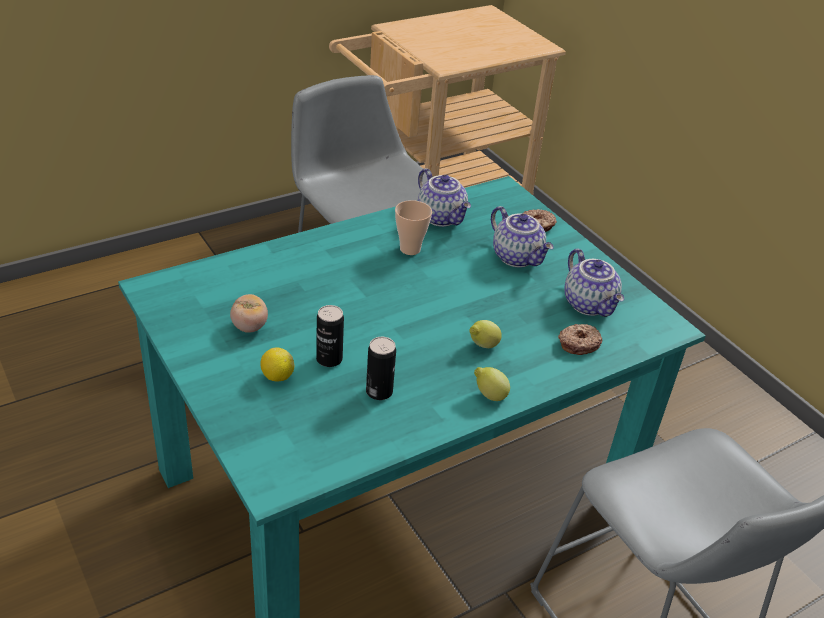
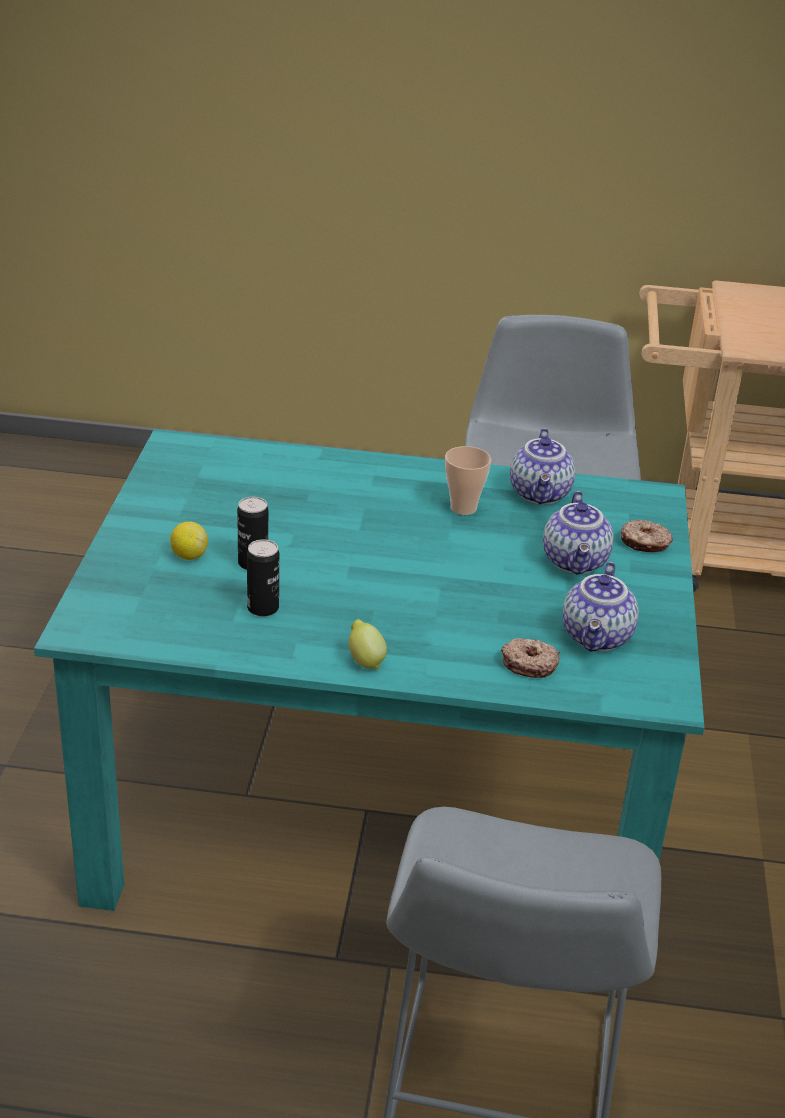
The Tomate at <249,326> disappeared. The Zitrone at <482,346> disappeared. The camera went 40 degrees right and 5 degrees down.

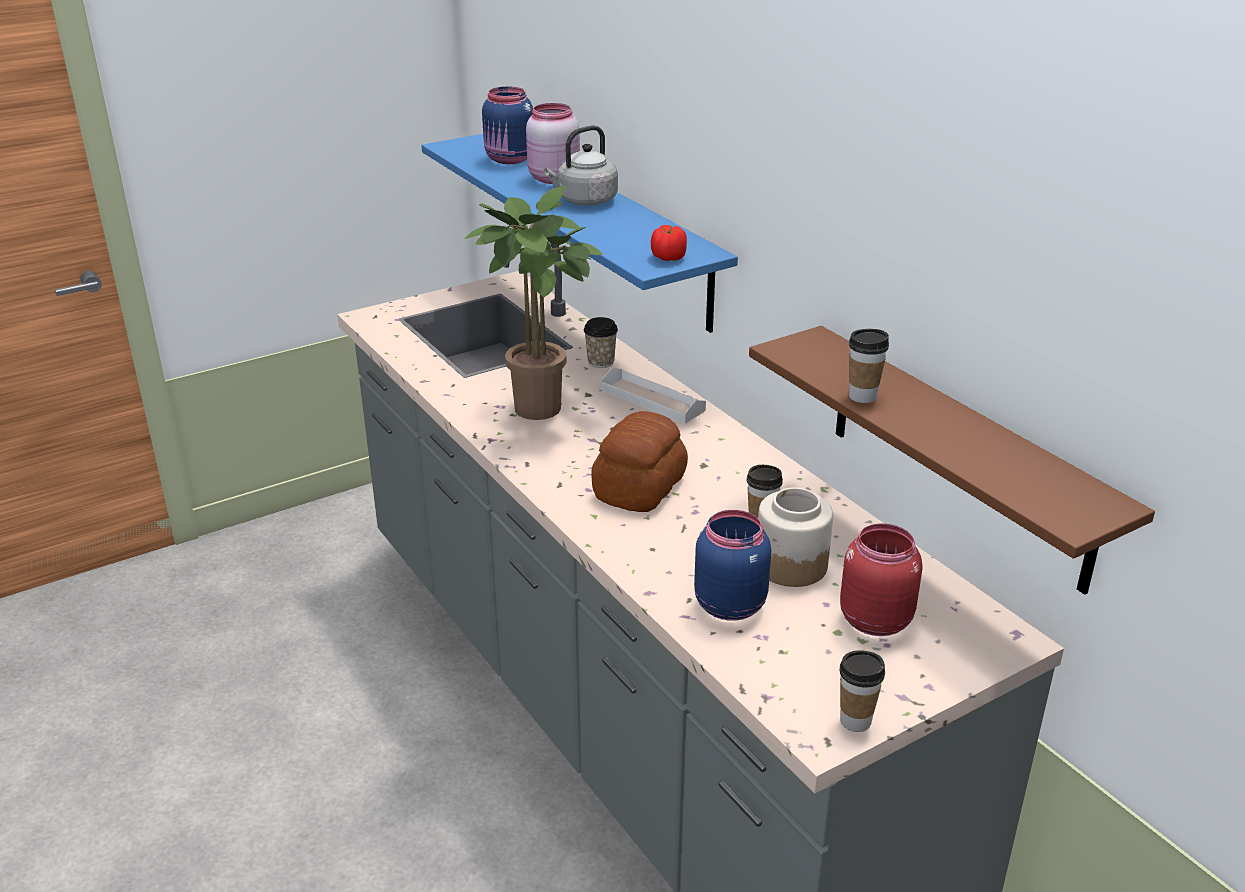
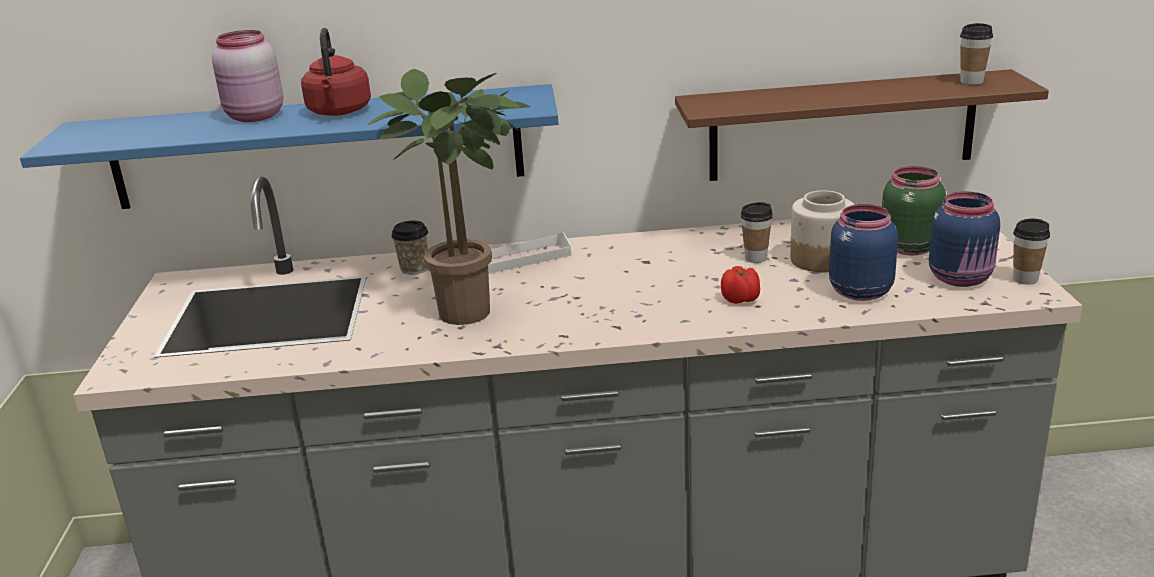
The Vorratsglas (blau) moved from <509,160> to <962,278>. The Wasserkessel (grau) at <584,201> became the Wasserkessel (rot) at <339,112>. The Tomate moved from <668,258> to <741,299>. The Tasse moved from <862,396> to <971,81>. The Brot at <641,487> disappeared. The Vorratsglas (rot) at <874,619> became the Vorratsglas (grün) at <907,248>. The camera went 60 degrees left and 5 degrees down.

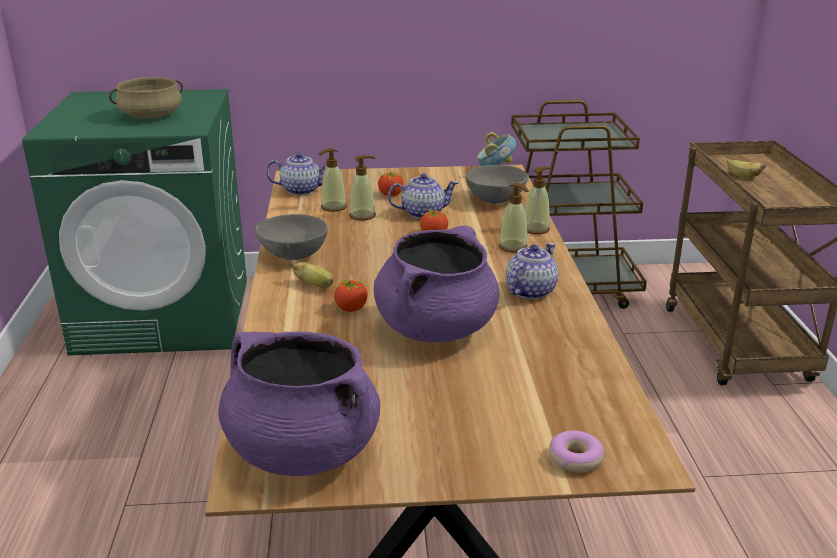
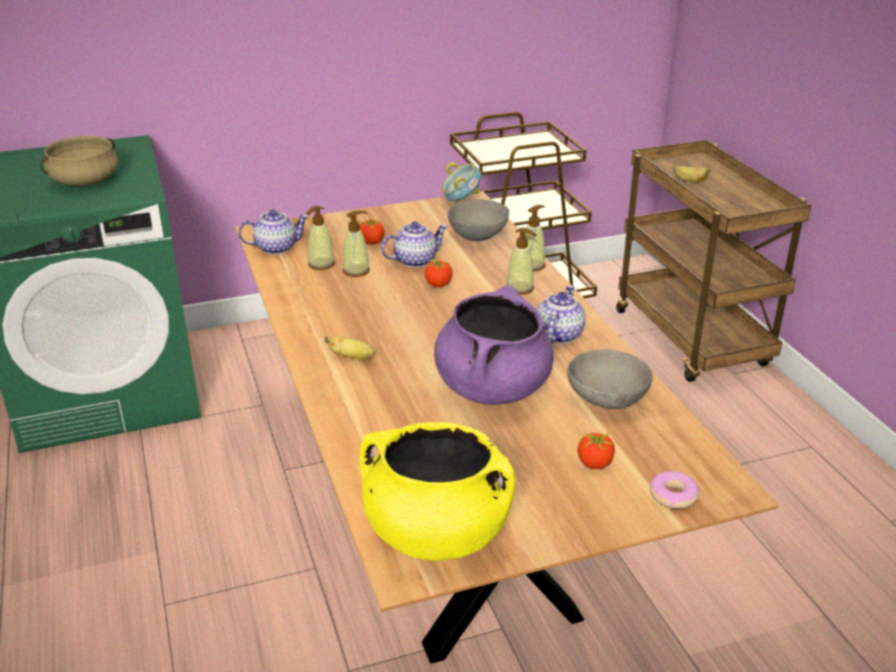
The Schüssel (grau) moved from <294,255> to <608,400>. The Tomate moved from <351,308> to <595,463>. The Kochtopf (lila) at <302,451> became the Kochtopf (gelb) at <436,533>. The camera went 15 degrees left and 5 degrees up.

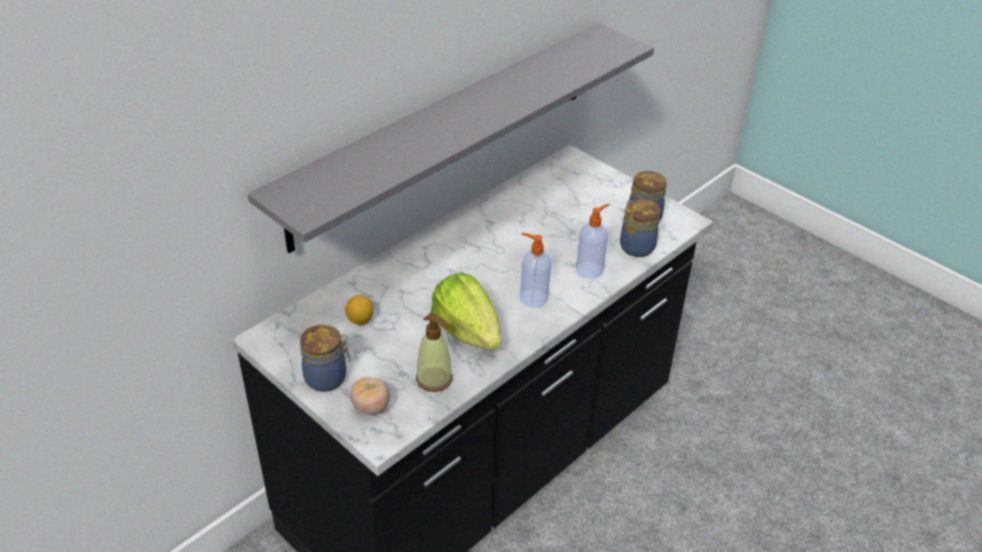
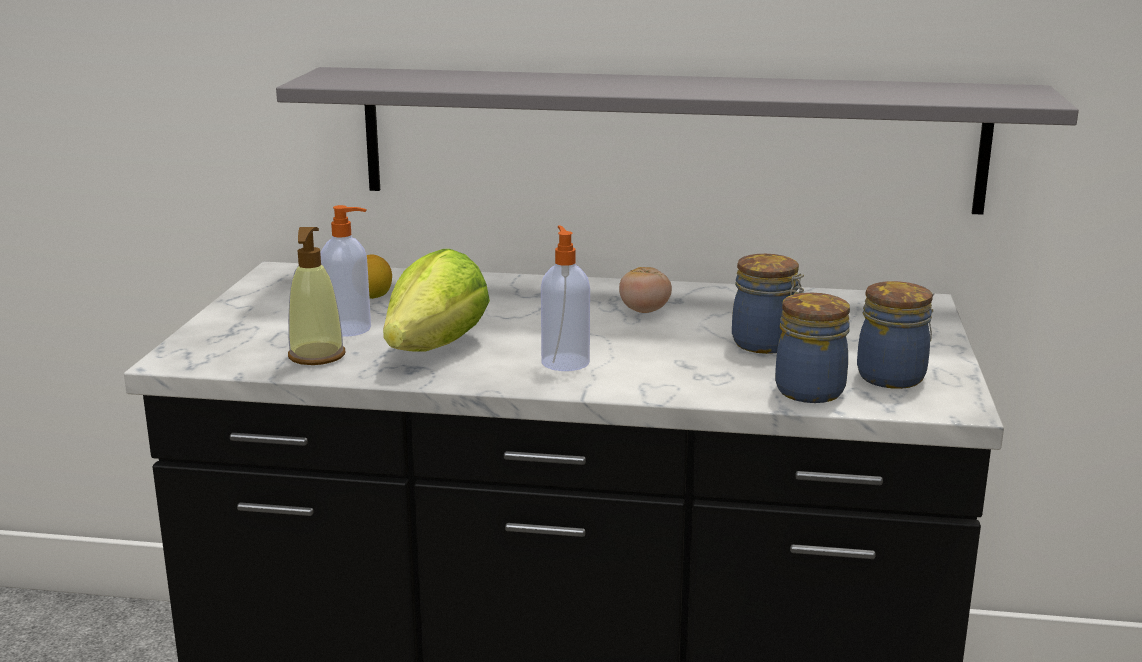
The Seifenspender moved from <590,269> to <350,329>. The Vorratsglas moved from <327,378> to <766,344>. The Tomate moved from <371,407> to <644,311>. The camera went 55 degrees right and 20 degrees down.

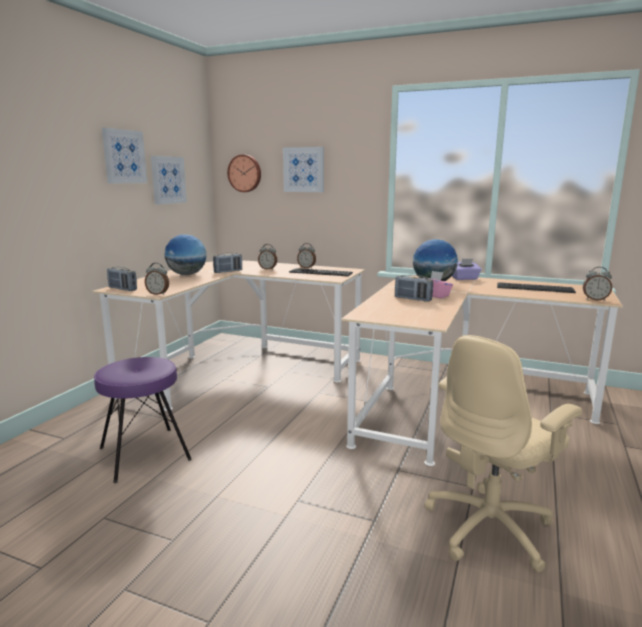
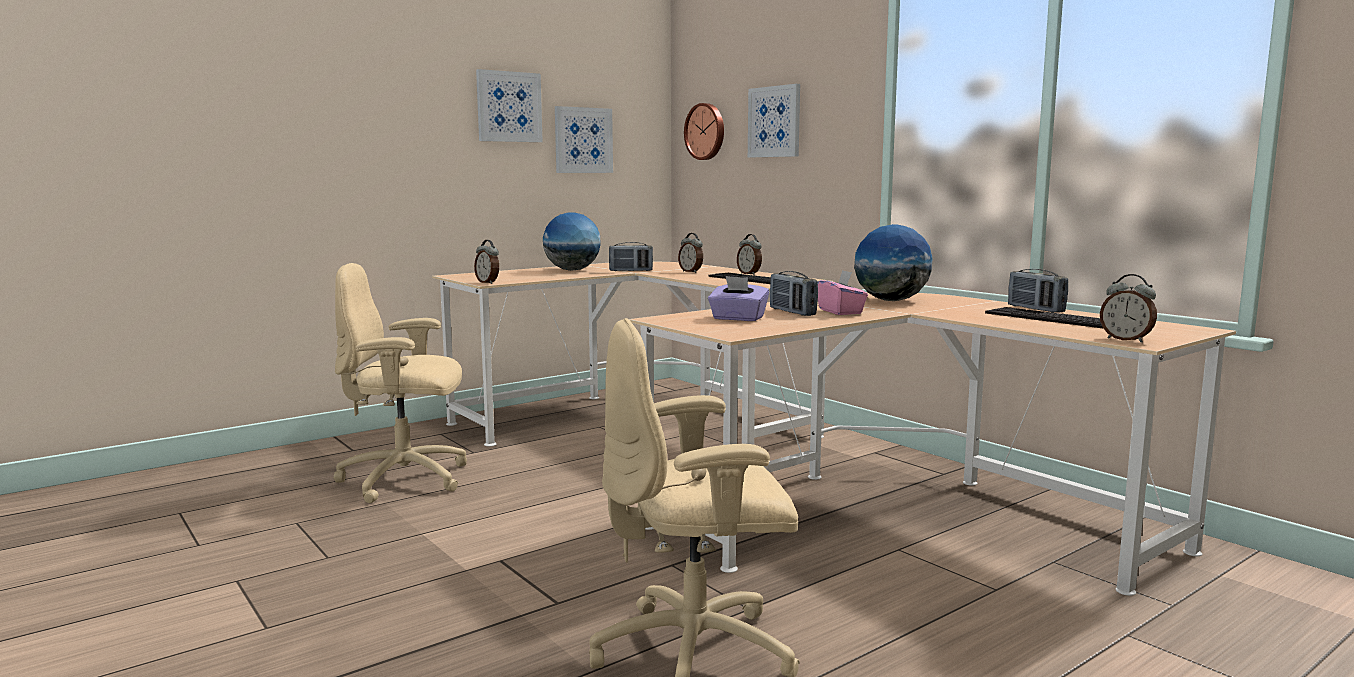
The Taschentuchbox (lila) moved from <465,278> to <738,318>. The Radio moved from <122,289> to <1035,309>. The Hocker (lila) at <144,453> was replaced by the Bürostuhl (beige) at <406,479>. The camera went 30 degrees right and 5 degrees down.

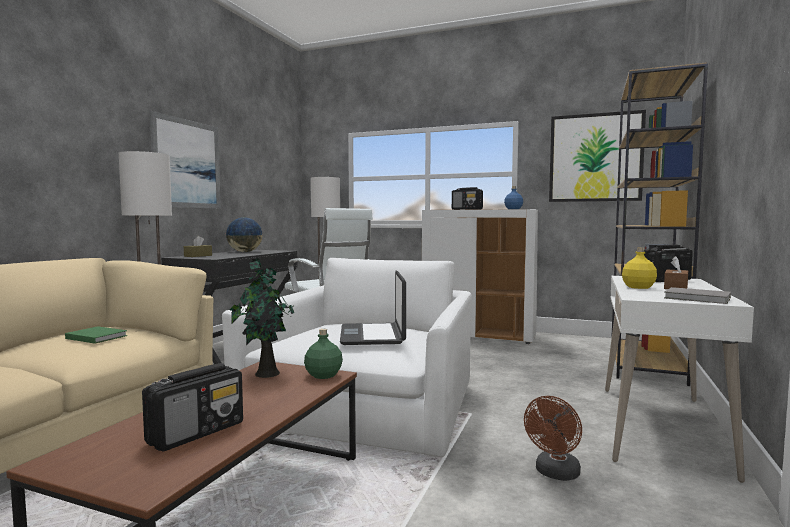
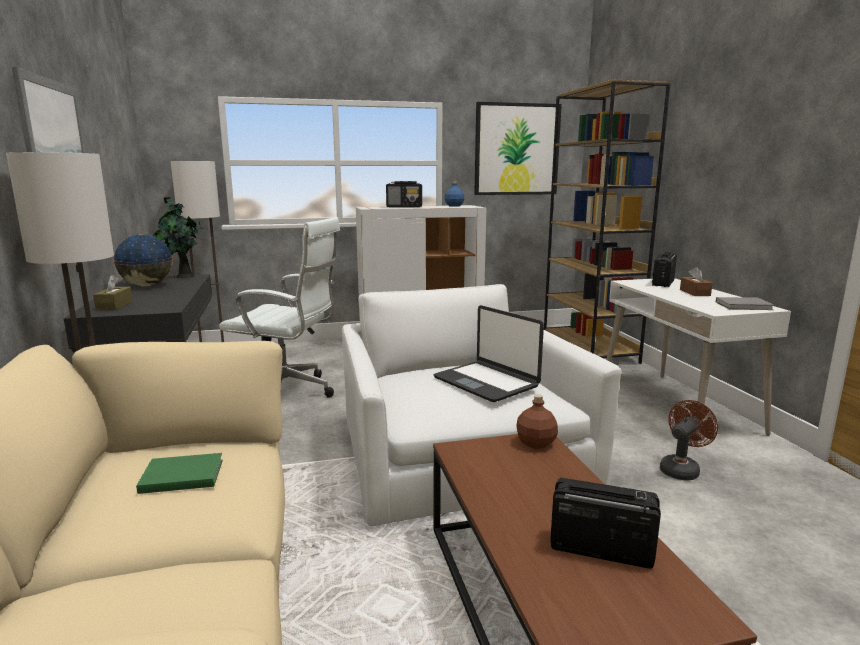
The Flasche (gelb) at <639,287> disappeared. The Topfpflanze moved from <265,373> to <183,276>. The Flasche (grün) at <324,375> became the Flasche (braun) at <536,443>. The Radio at <197,432> turned 75 degrees counterclockwise. The Ventilator (braun) at <555,474> turned 135 degrees counterclockwise. The camera went 35 degrees left and 10 degrees up.

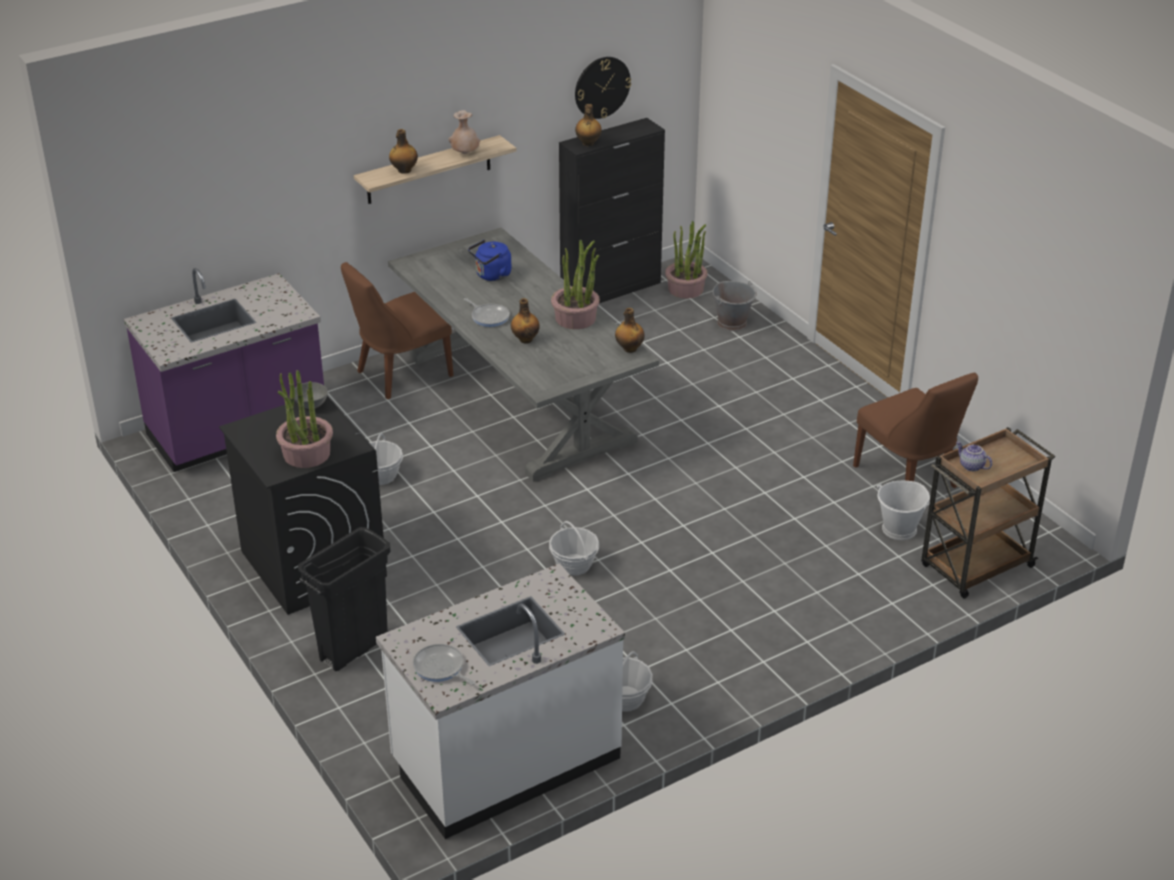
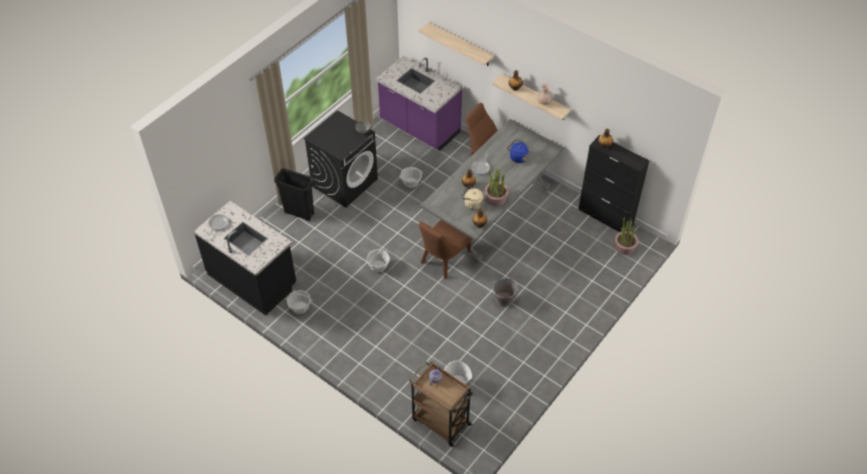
The Wanduhr at <602,87> disappeared. The Eimer (grau) moved from <732,323> to <504,300>. The Topfpflanze at <306,454> disappeared. The Stuhl (braun) moved from <908,479> to <443,260>. The Küchenzeile (weiß) at <505,760> became the Küchenzeile (schwarz) at <252,279>. The Wandregal at <460,45> appeared. The Wasserkessel (beige) at <472,204> appeared. The camera went 70 degrees right and 15 degrees up.

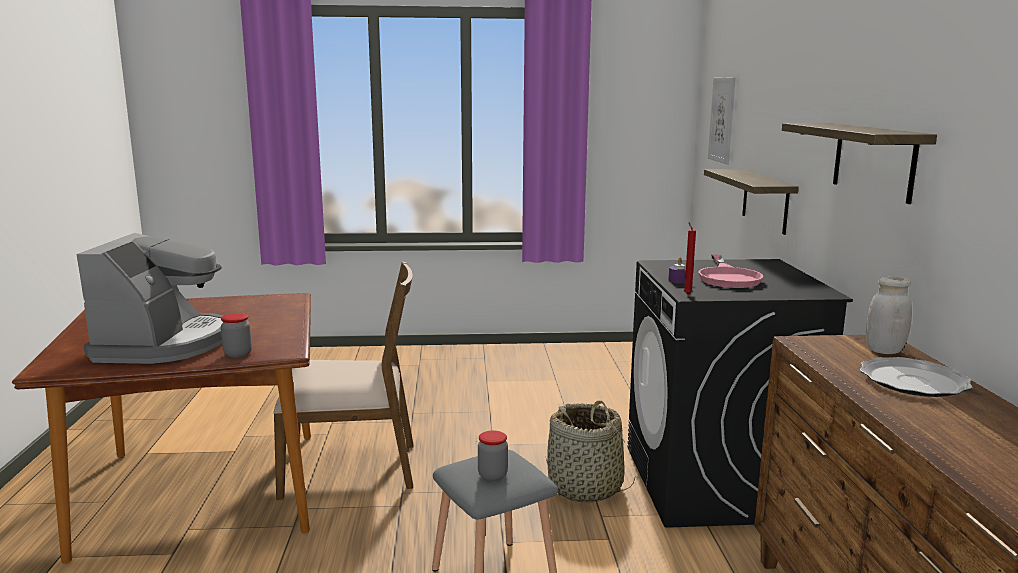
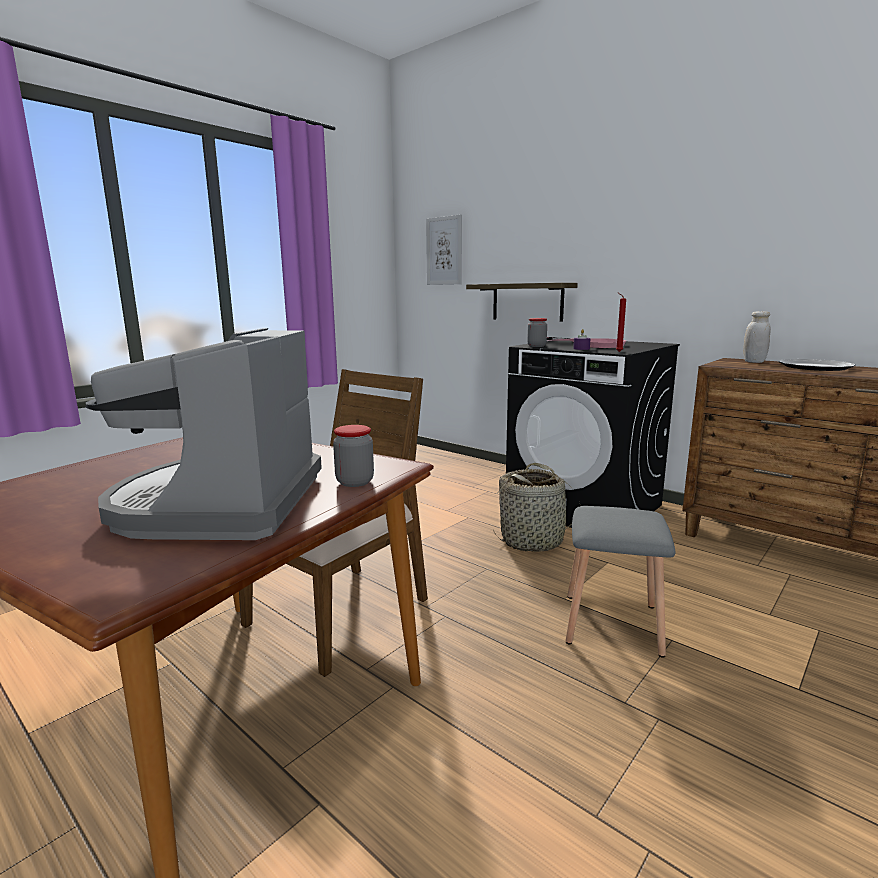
The Wandregal at <873,160> disappeared. The Kaffeemaschine at <165,344> turned 135 degrees counterclockwise. The Vorratsglas moved from <492,475> to <536,346>. The camera went 45 degrees left and 0 degrees up.

